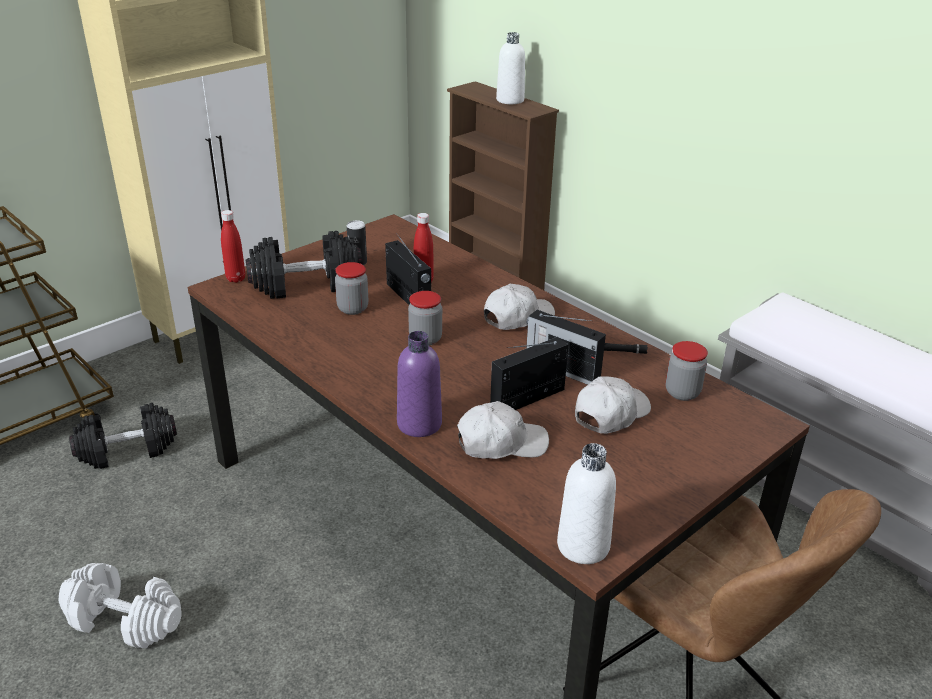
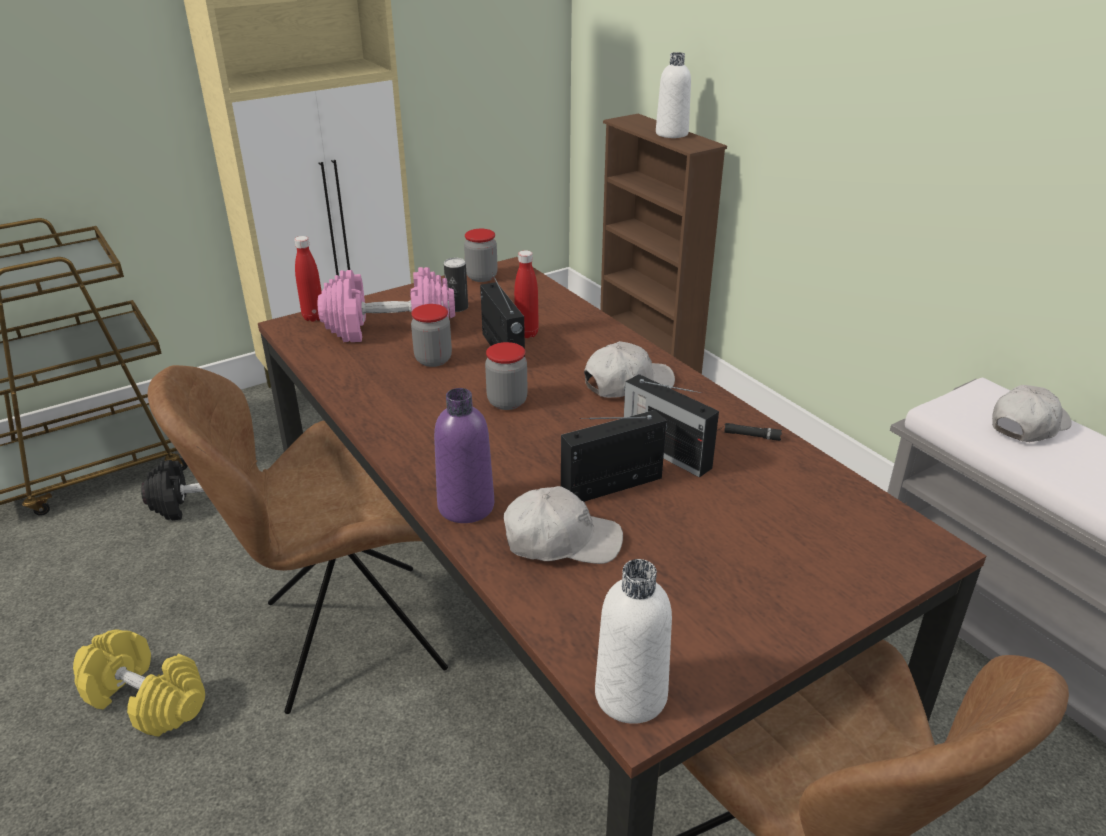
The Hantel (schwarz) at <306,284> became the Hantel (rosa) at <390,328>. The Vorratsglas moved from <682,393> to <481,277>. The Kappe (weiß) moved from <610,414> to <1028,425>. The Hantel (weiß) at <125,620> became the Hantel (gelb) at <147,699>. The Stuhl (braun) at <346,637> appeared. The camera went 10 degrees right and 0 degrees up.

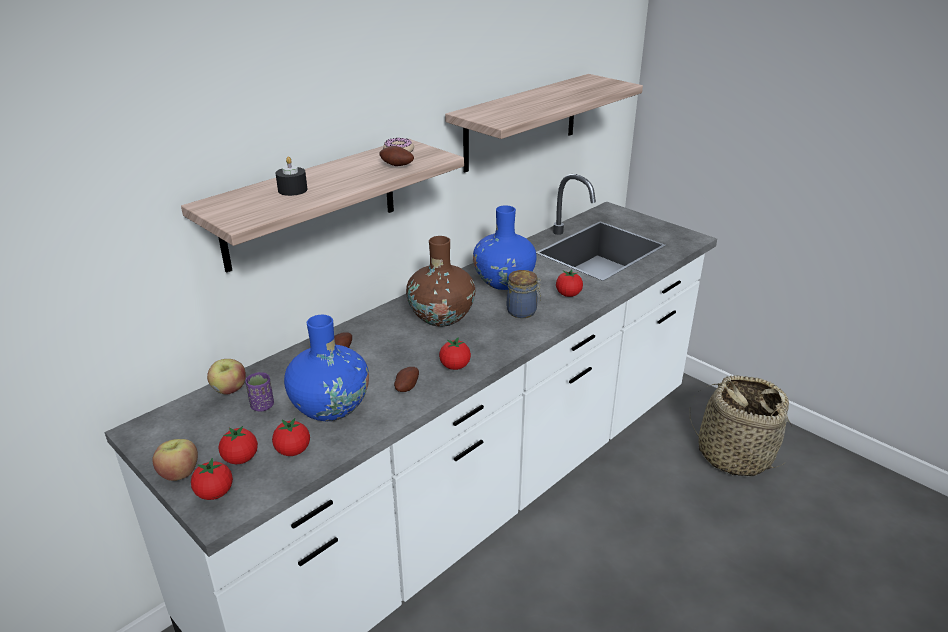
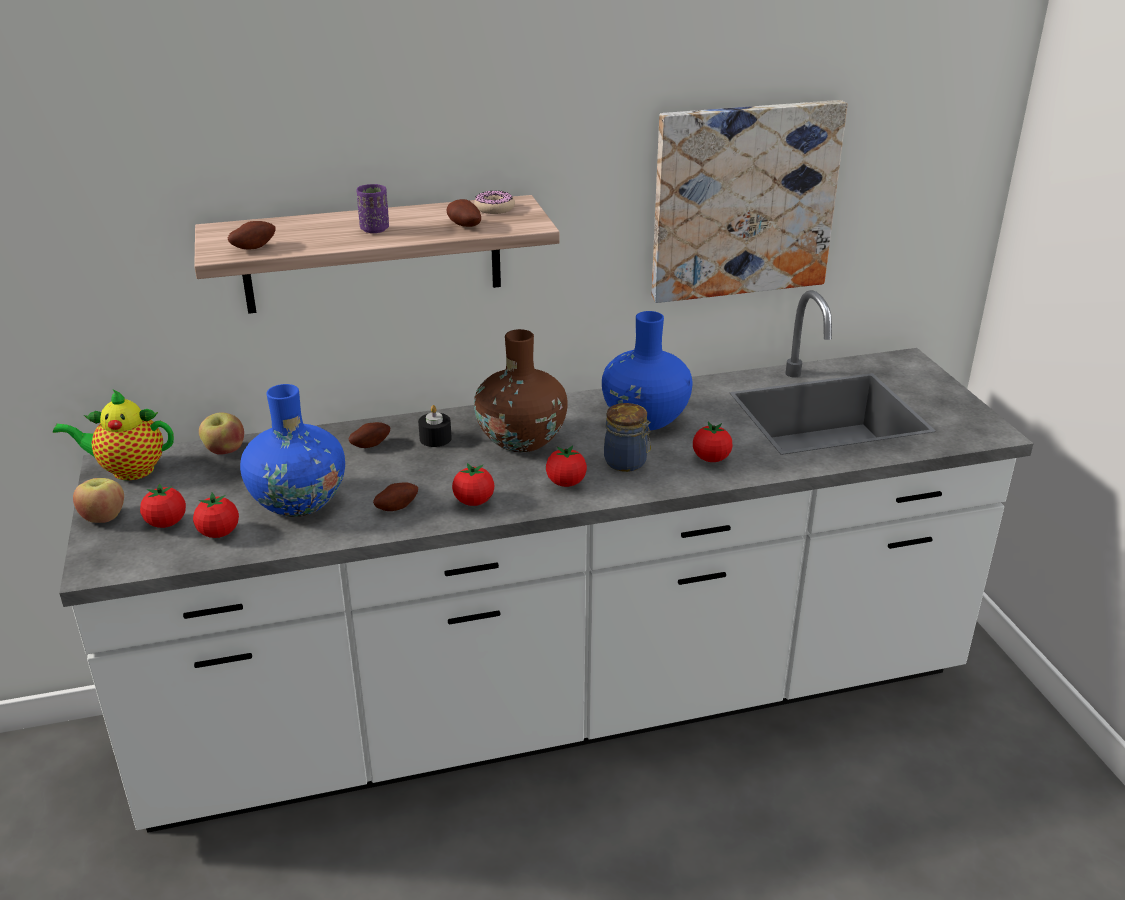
The Wandregal at <521,122> was replaced by the Bild at <743,201>. The Kerze (schwarz) moved from <292,190> to <435,438>. The Tasse (lila) moved from <262,406> to <374,229>. The Korb at <734,455> disappeared. The Tomate moved from <215,493> to <566,483>. The Kartoffel at <253,247> appeared. The Teekanne at <128,470> appeared. The camera went 30 degrees right and 0 degrees up.

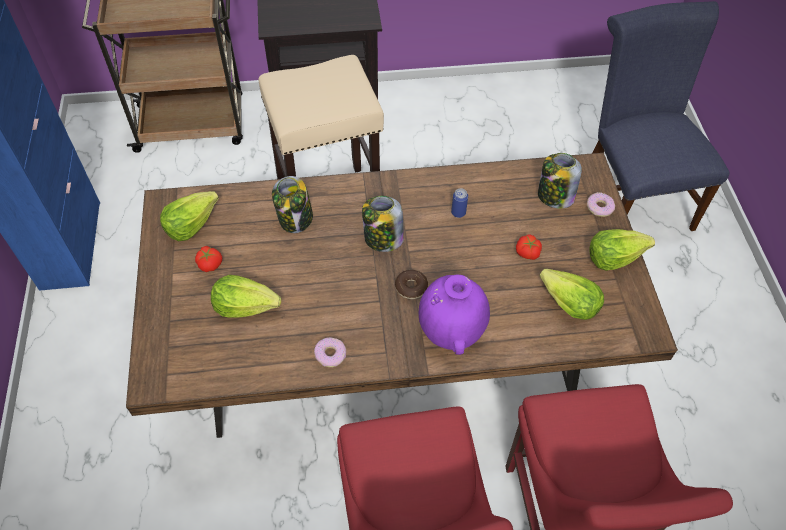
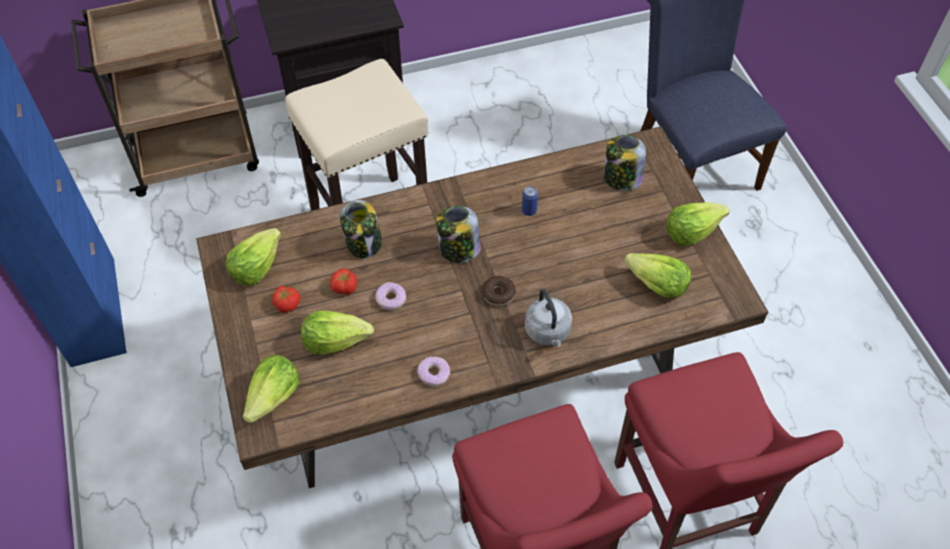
The Donut moved from <599,208> to <390,299>. The Tomate moved from <527,252> to <344,287>. The Vase (lila) at <451,333> was replaced by the Wasserkessel (grau) at <548,332>. The Salatkopf at <274,397> appeared. The camera went 10 degrees left and 0 degrees up.

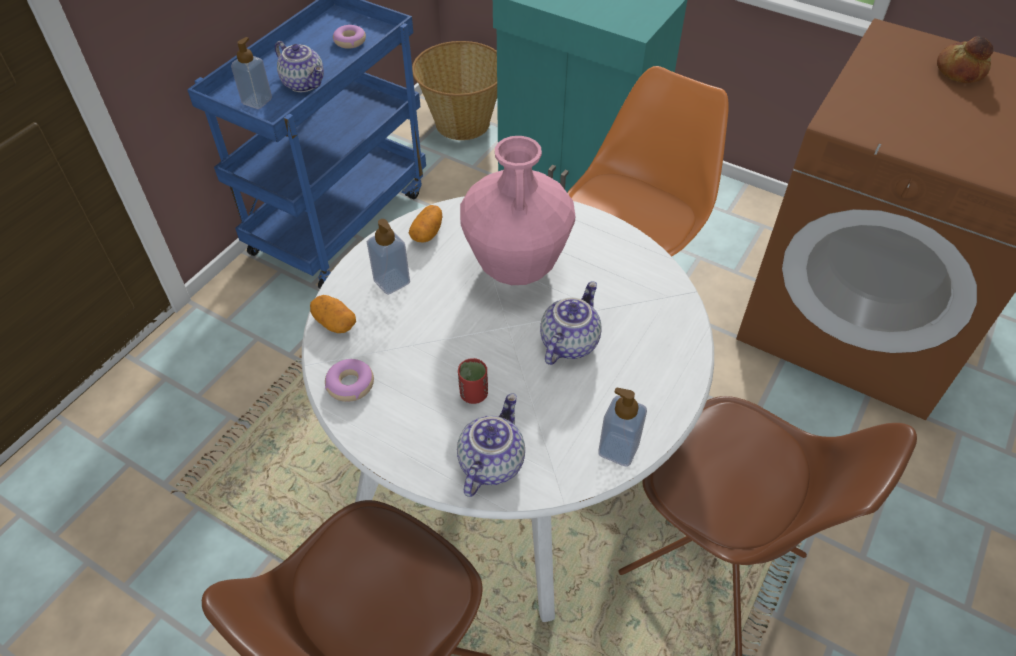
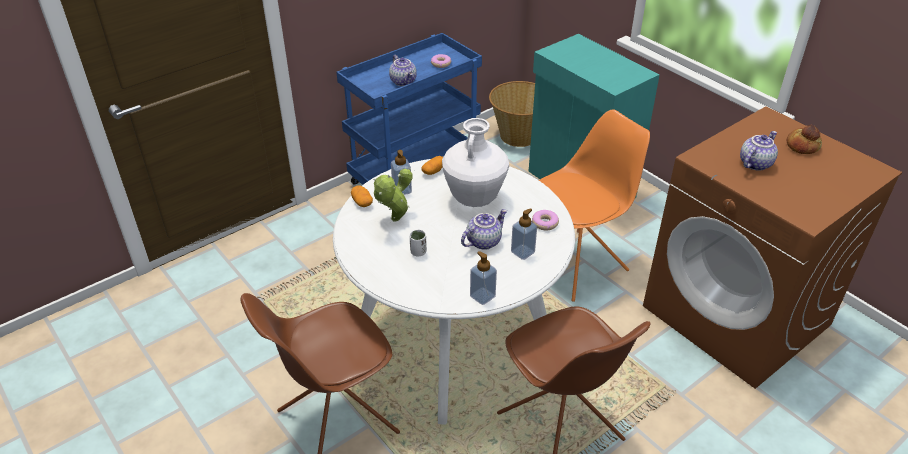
The Seifenspender moved from <257,101> to <522,252>. The Vase (rosa) at <516,268> became the Vase (weiß) at <474,199>. The Tasse (rot) at <473,394> became the Tasse (weiß) at <418,252>. The Donut moved from <350,384> to <545,223>. The Teekanne moved from <490,462> to <754,163>. The Topfpflanze at <394,221> appeared. The camera went 20 degrees right and 10 degrees down.

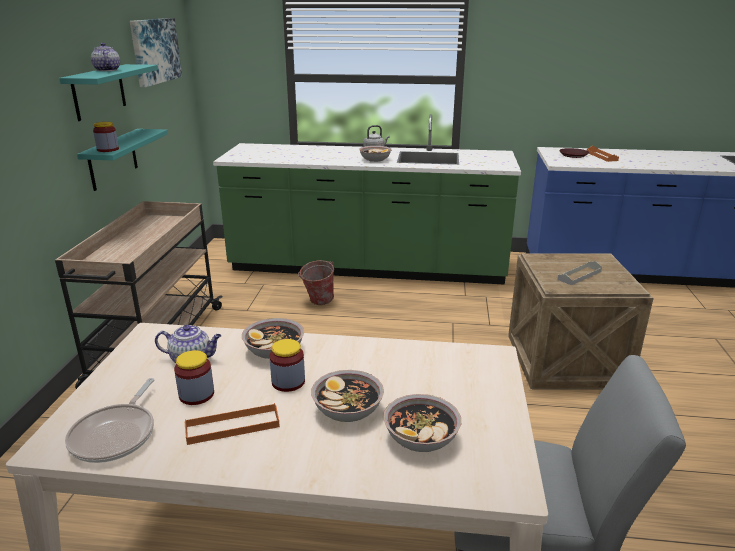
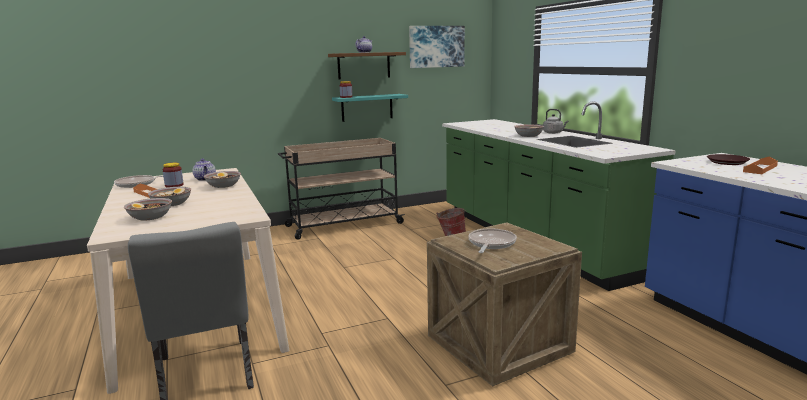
The Wandregal (türkis) at <99,91> became the Wandregal (braun) at <364,65>. The Tablett (grau) at <579,275> was replaced by the Pfanne at <491,244>. The Vorratsglas at <288,382> disappeared. The camera went 60 degrees right and 10 degrees down.

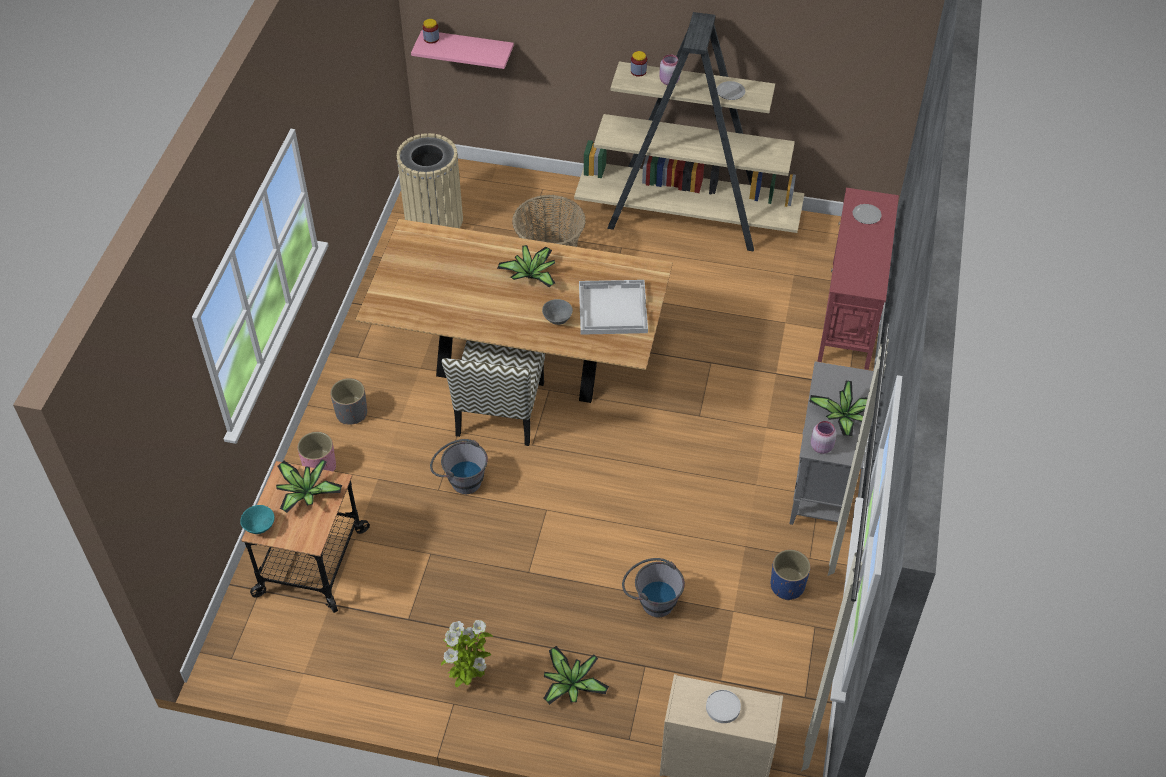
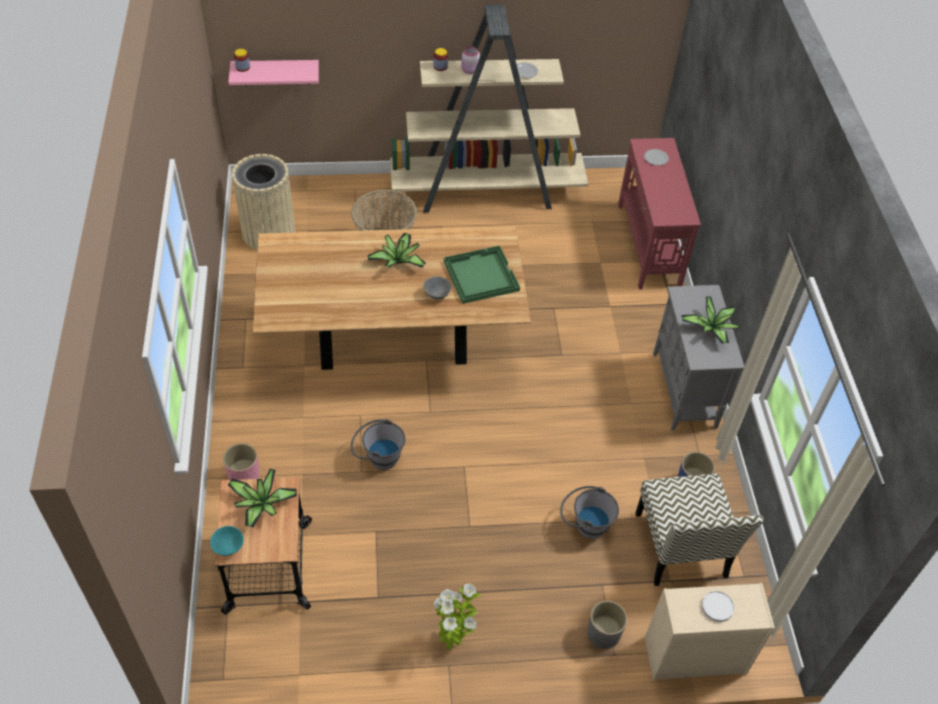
The Tablett (weiß) at <612,308> became the Tablett (grün) at <480,275>. The Stuhl moved from <500,410> to <681,546>. The Pflanzkübel (grau) moved from <351,413> to <603,634>. The Vorratsglas (rosa) at <821,446> disappeared. The Topfpflanze at <571,685> disappeared. The camera went 20 degrees left and 0 degrees up.

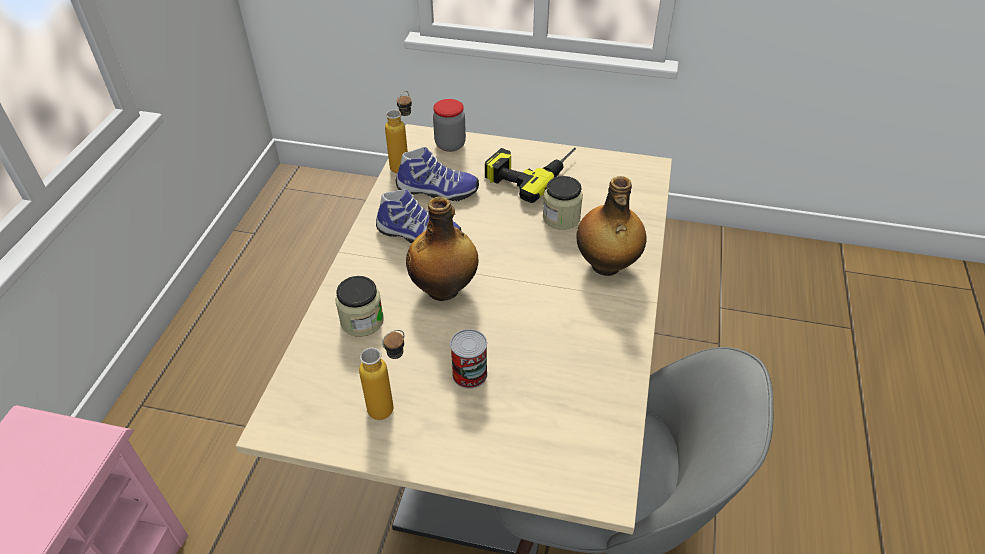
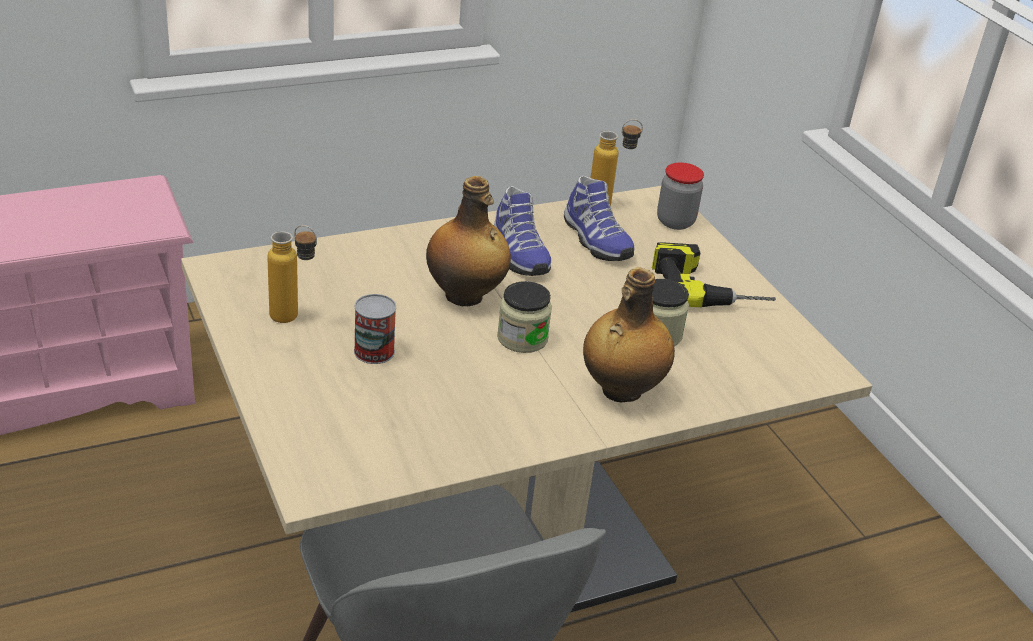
The Vorratsglas moved from <362,321> to <522,338>. The camera went 50 degrees right and 10 degrees down.

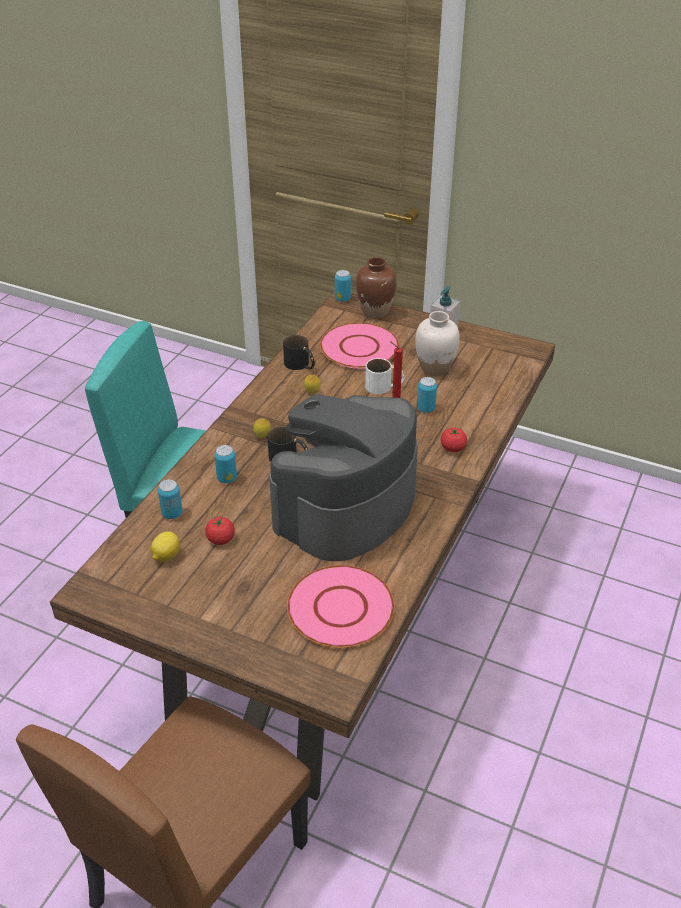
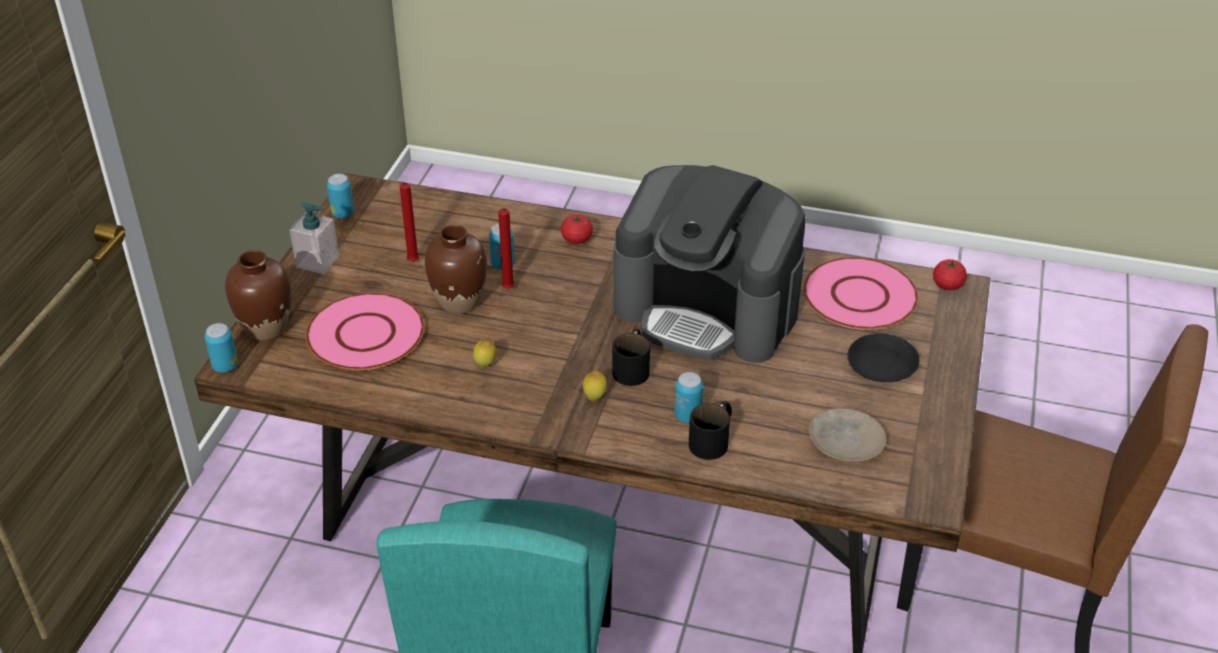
The Vase (weiß) at <435,368> was replaced by the Kerze (rot) at <411,263>. The Henkelbecher (schwarz) moved from <300,365> to <713,439>. The Henkelbecher (weiß) at <384,386> was replaced by the Vase (braun) at <459,302>. The Dose moved from <172,513> to <342,213>. The Tomate moved from <220,539> to <947,285>. The Zitrone at <166,556> was replaced by the Teller (beige) at <845,442>. The Teller (schwarz) at <882,365> appeared. The camera went 100 degrees left and 0 degrees up.

